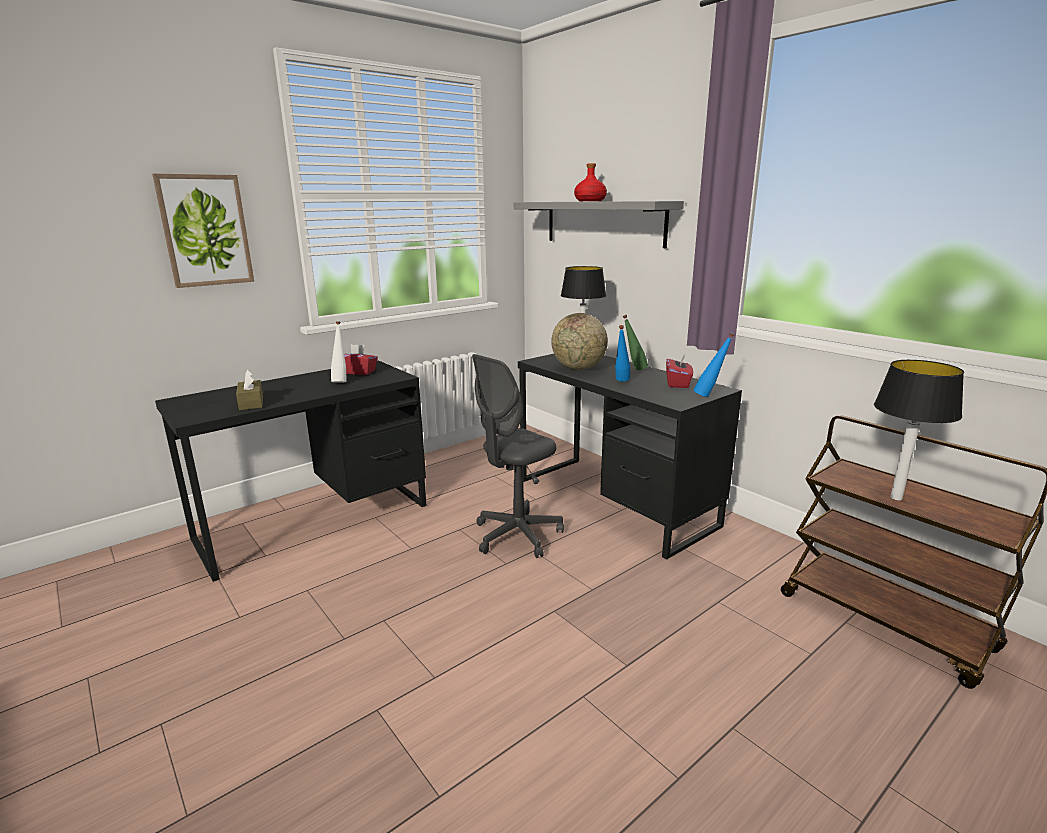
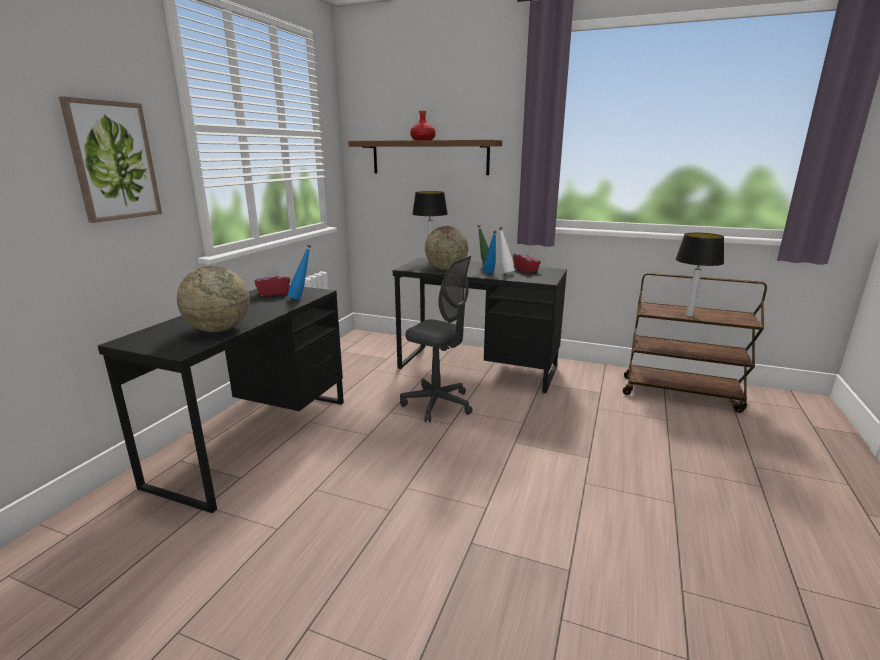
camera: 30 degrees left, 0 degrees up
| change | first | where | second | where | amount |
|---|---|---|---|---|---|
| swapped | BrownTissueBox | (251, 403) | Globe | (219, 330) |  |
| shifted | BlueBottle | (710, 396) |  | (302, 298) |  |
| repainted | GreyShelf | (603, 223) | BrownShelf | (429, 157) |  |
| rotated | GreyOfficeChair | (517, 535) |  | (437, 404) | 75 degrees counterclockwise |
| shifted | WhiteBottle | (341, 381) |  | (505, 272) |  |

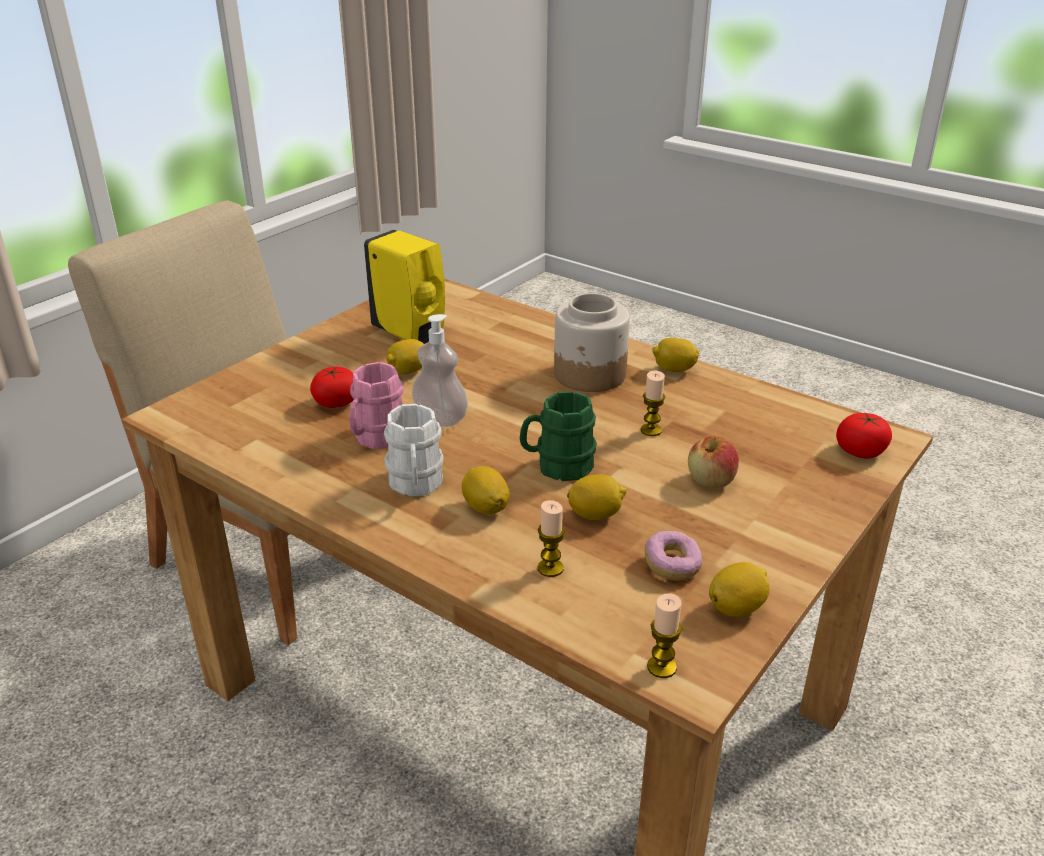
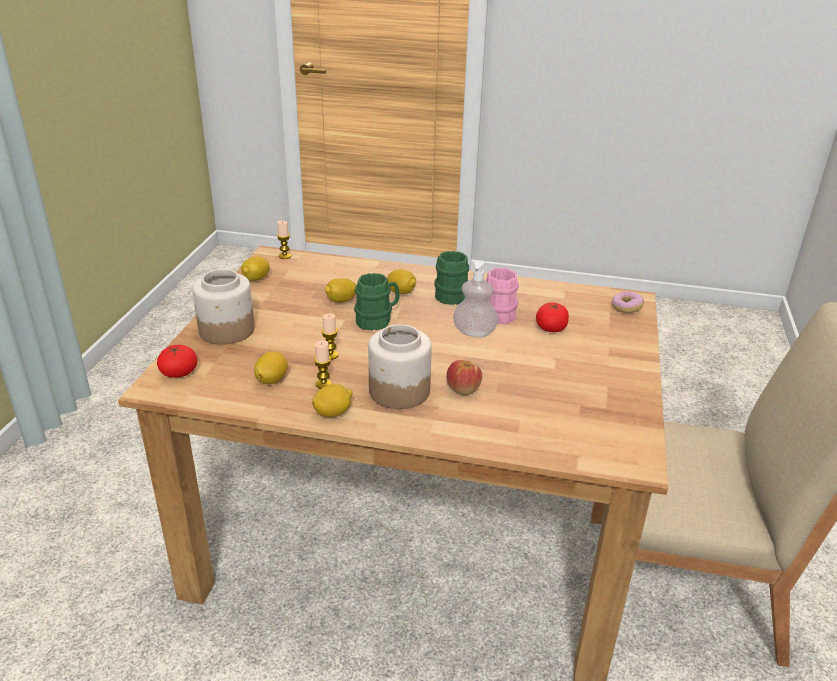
camera: 155 degrees right, 0 degrees up
| change | first | where | second | where | amount |
|---|---|---|---|---|---|
| new |  |  | Jar | (226, 330) |  |
| shifted | Lemon | (408, 371) |  | (272, 379) |  |
| shifted | Candle | (550, 568) |  | (323, 384) |  |
| repainted | WhiteMug | (415, 485) | GreenMug | (448, 294) |  |
| shifted | Apple | (711, 480) |  | (463, 389) |  |
| shifted | Donut | (672, 566) |  | (626, 308) |  |
| gone | YellowSoapDispenser | (410, 333) |  |  |  |

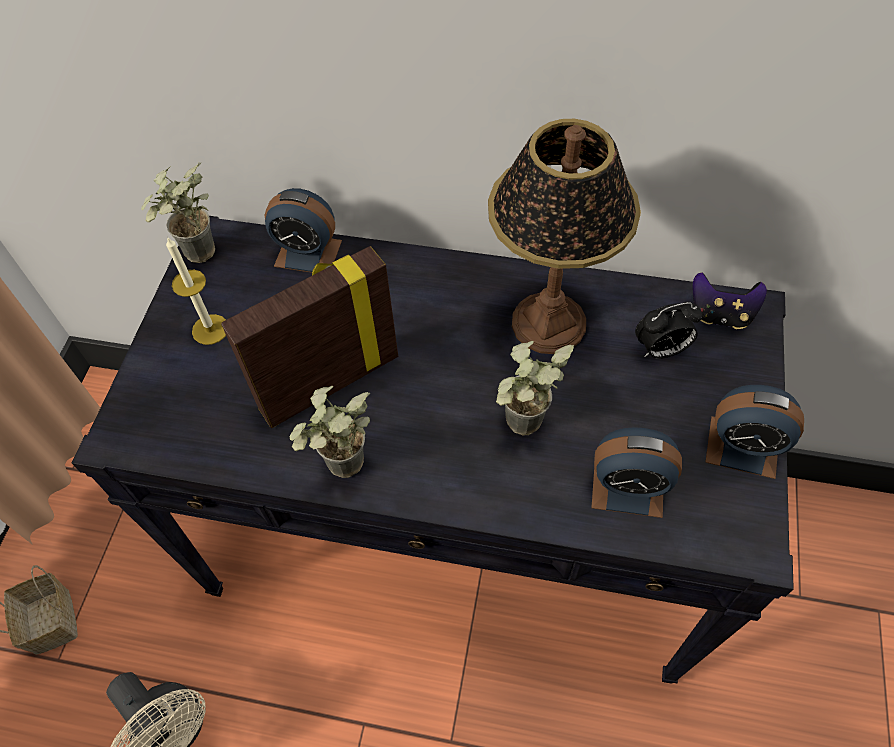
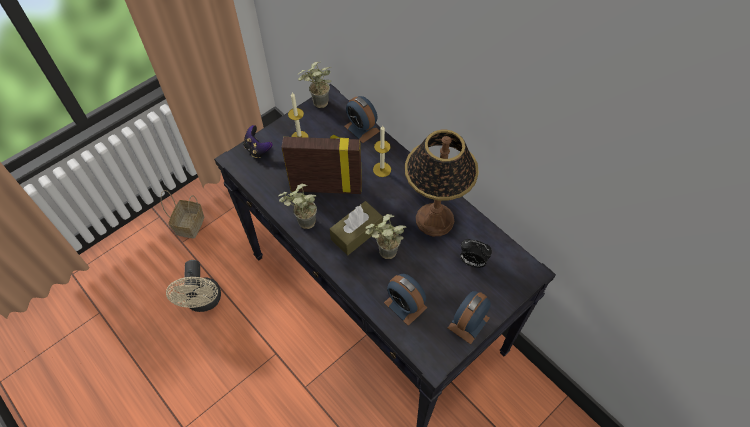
camera: 35 degrees right, 0 degrees up
| change | first | where | second | where | amount |
|---|---|---|---|---|---|
| shifted | GameController | (720, 315) |  | (257, 149) |  |
| new |  |  | BrownTissueBox | (356, 233) |  |
| new |  |  | Candle | (382, 169) |  |
| rotated | AlarmClock | (742, 447) |  | (468, 323) | 75 degrees clockwise |

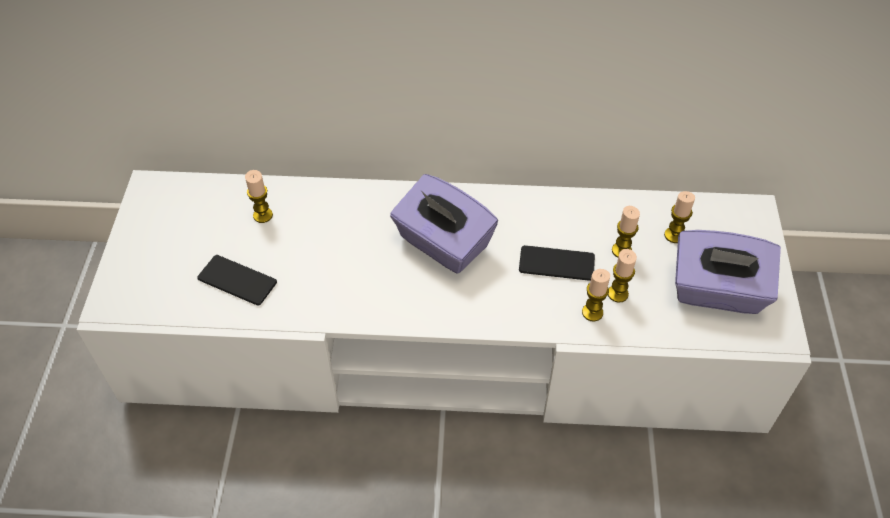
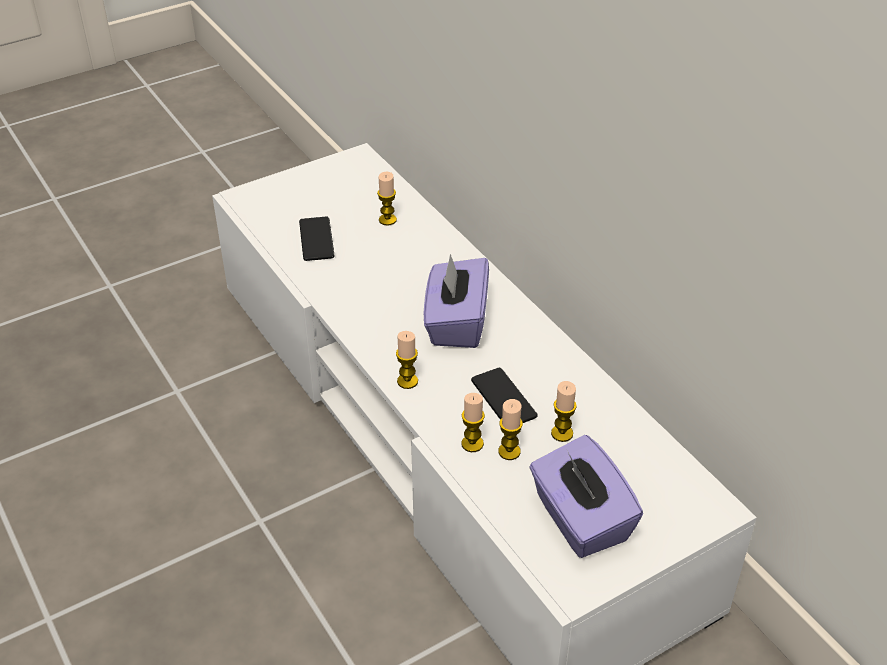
camera: 55 degrees right, 10 degrees down
| change | first | where | second | where | amount |
|---|---|---|---|---|---|
| shifted | Candle | (674, 235) |  | (407, 381) |  |

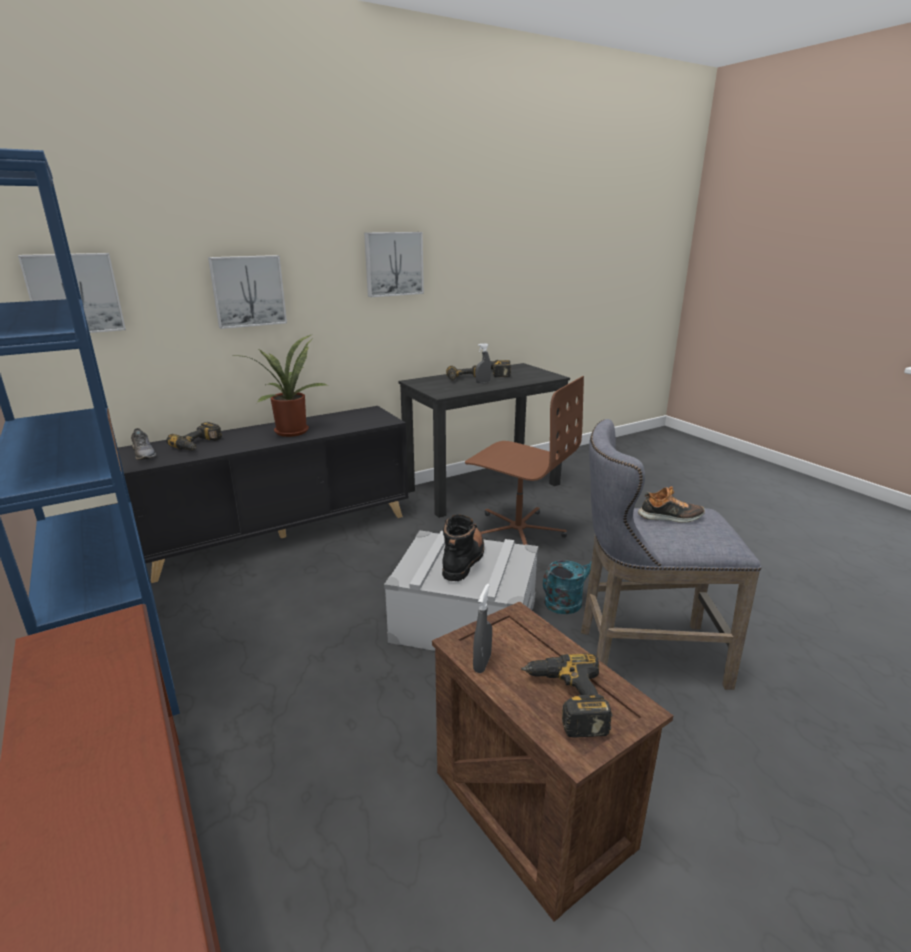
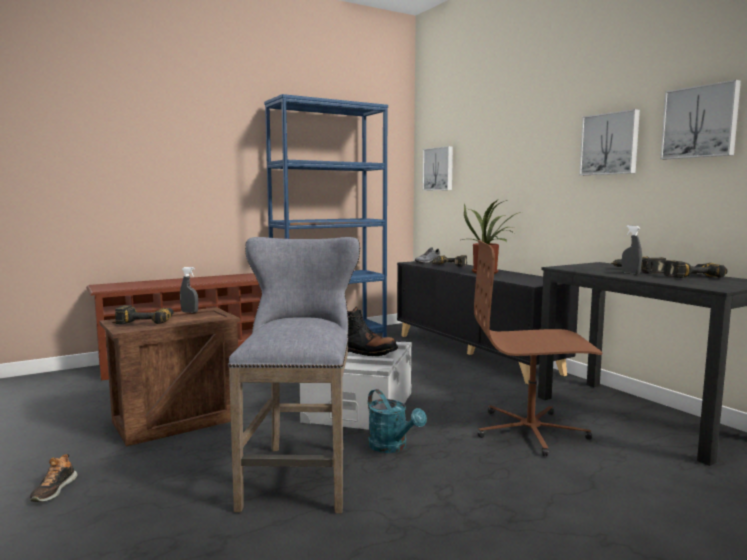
camera: 90 degrees right, 15 degrees down
| change | first | where | second | where | amount |
|---|---|---|---|---|---|
| shifted | Shoe | (670, 517) |  | (53, 490) |  |
| rotated | BrownOfficeChair | (518, 531) |  | (531, 431) | 60 degrees clockwise |
| shifted | Picture | (248, 291) |  | (700, 122) |  |

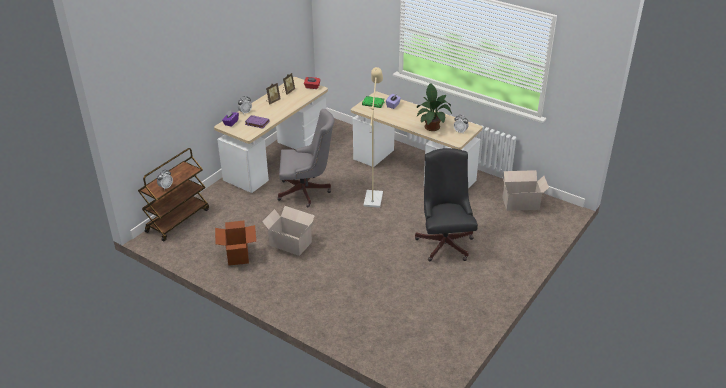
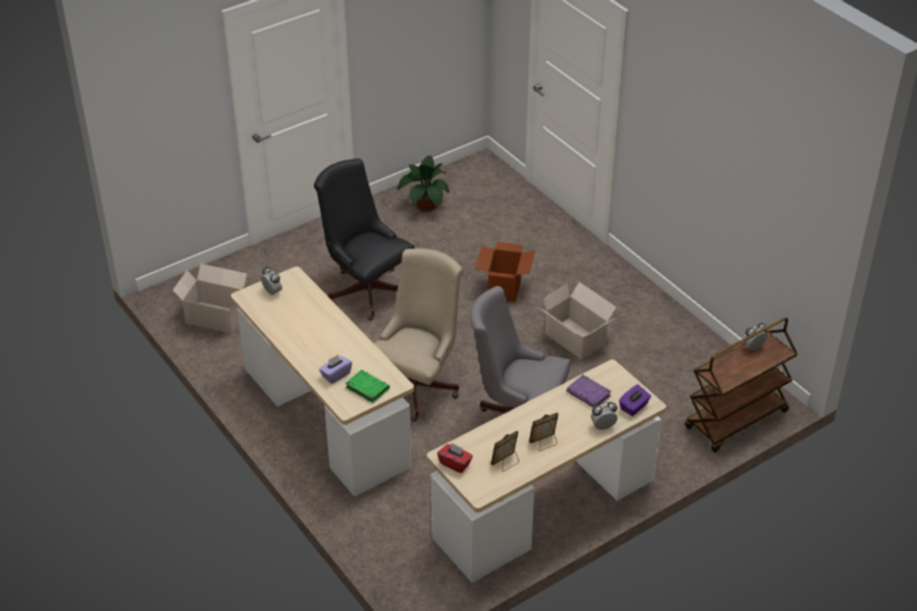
camera: 160 degrees left, 5 degrees up
| change | first | where | second | where | amount |
|---|---|---|---|---|---|
| rotated | BlackOfficeChair | (445, 242) |  | (365, 289) | 120 degrees clockwise |
| swapped | BeigeFloorLamp | (373, 196) | BeigeOfficeChair | (418, 385) |  |
| shifted | PottedPlant | (432, 126) |  | (425, 206) |  |
| shifted | CardboardBox | (238, 256) |  | (504, 289) |  |

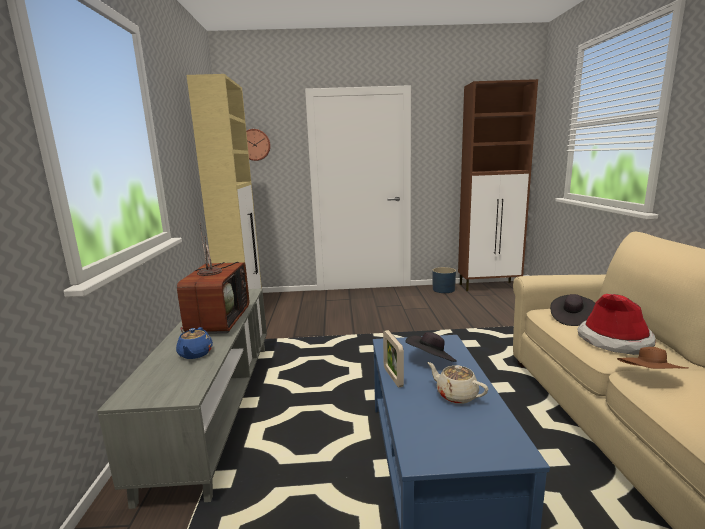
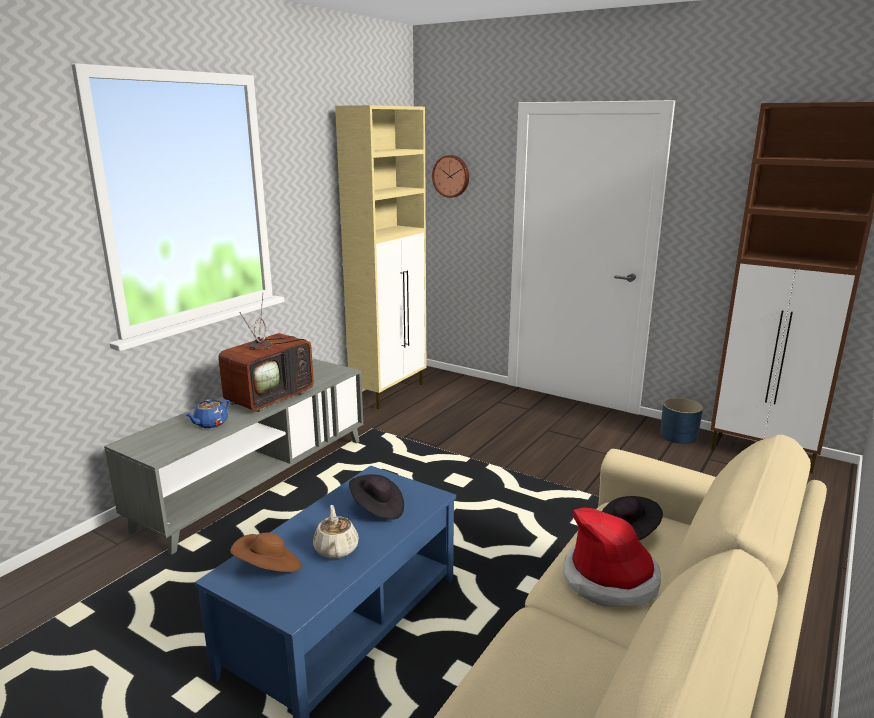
camera: 35 degrees right, 5 degrees up
| change | first | where | second | where | amount |
|---|---|---|---|---|---|
| shifted | BrownHat | (649, 378) |  | (269, 569) |  |
| gone | PictureFrame | (393, 377) |  |  |  |

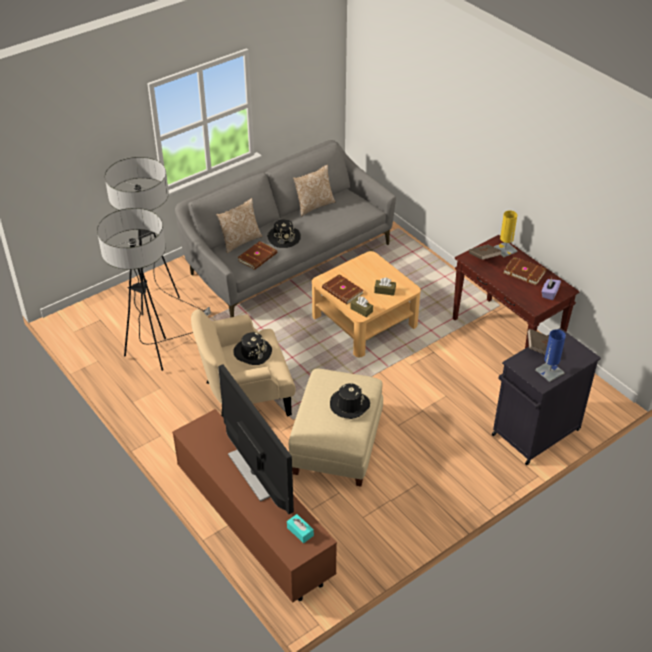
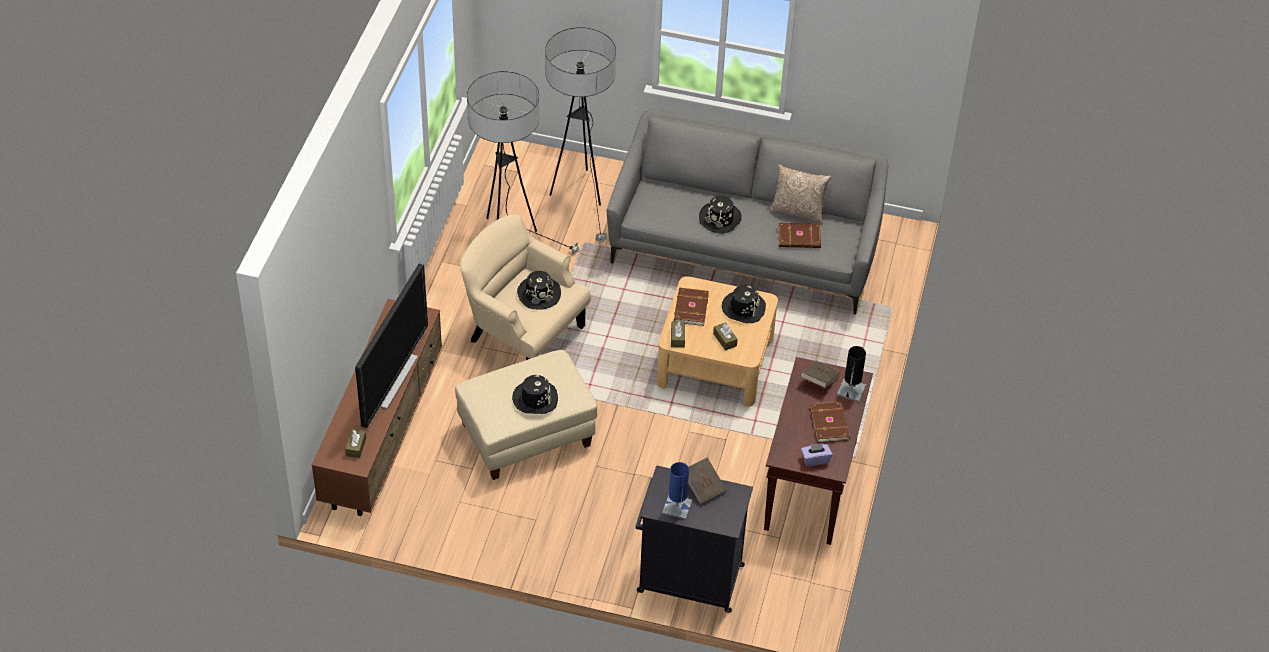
camera: 50 degrees right, 5 degrees up
| change | first | where | second | where | amount |
|---|---|---|---|---|---|
| repainted | TurquoiseTissueBox | (300, 531) | BrownTissueBox | (356, 447) |  |
| new |  |  | BlackHat | (743, 308) |  |
| shifted | BrownBook | (258, 257) |  | (799, 238) |  |
| repainted | YellowTableLamp | (505, 250) | BlackTableLamp | (851, 390) |  |
| gone | Pillow | (240, 241) |  |  |  |

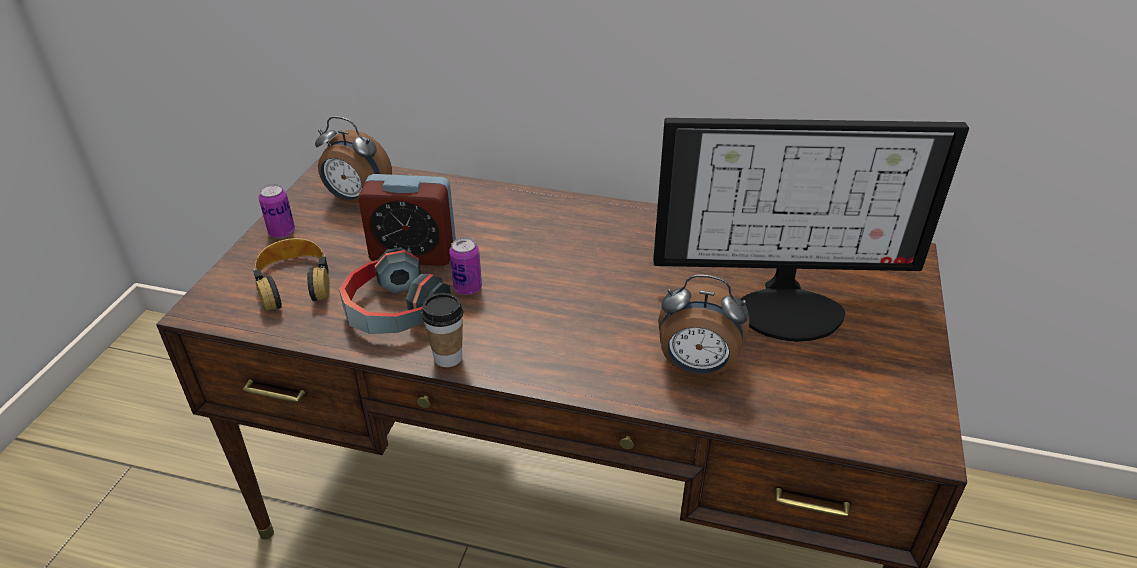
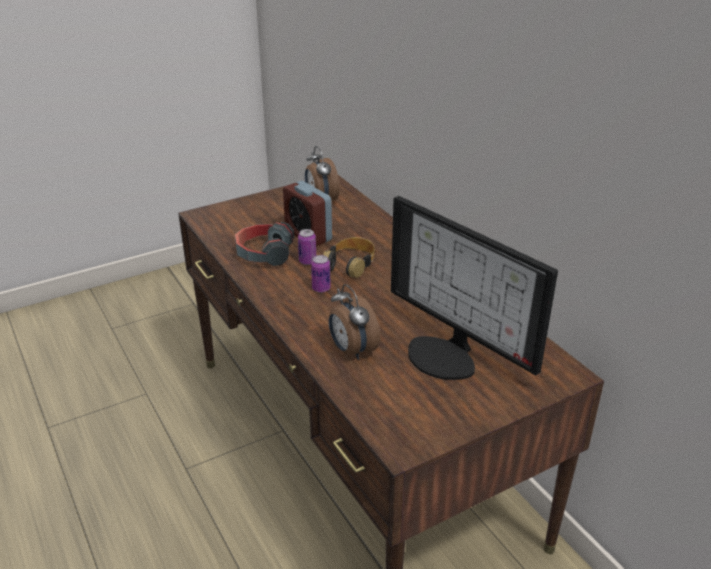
camera: 45 degrees right, 5 degrees down
| change | first | where | second | where | amount |
|---|---|---|---|---|---|
| shifted | Can | (282, 232) |  | (321, 288) |  |
| shifted | Headphones | (294, 283) |  | (350, 263) |  |
| gone | Cup | (448, 357) |  |  |  |

